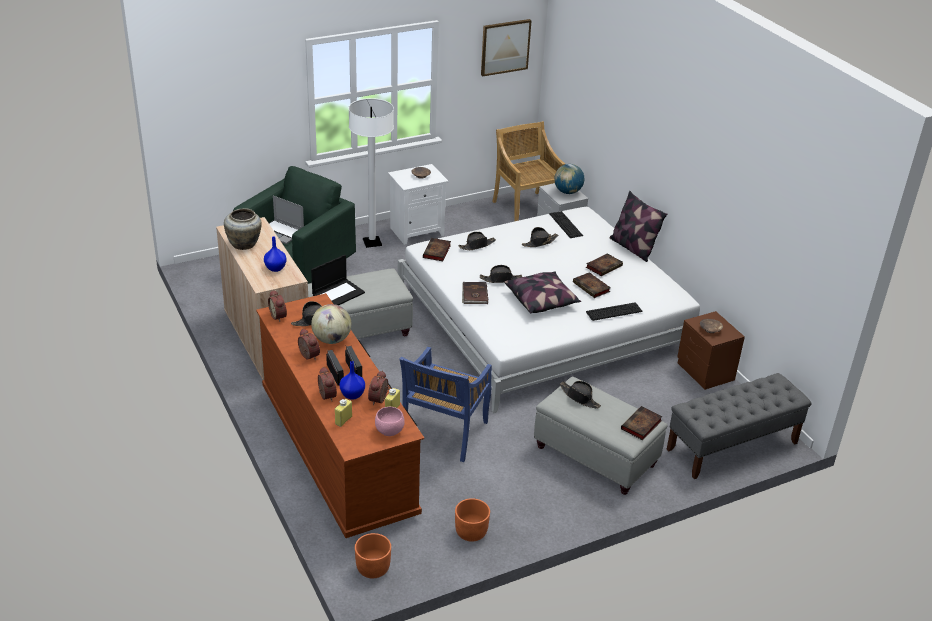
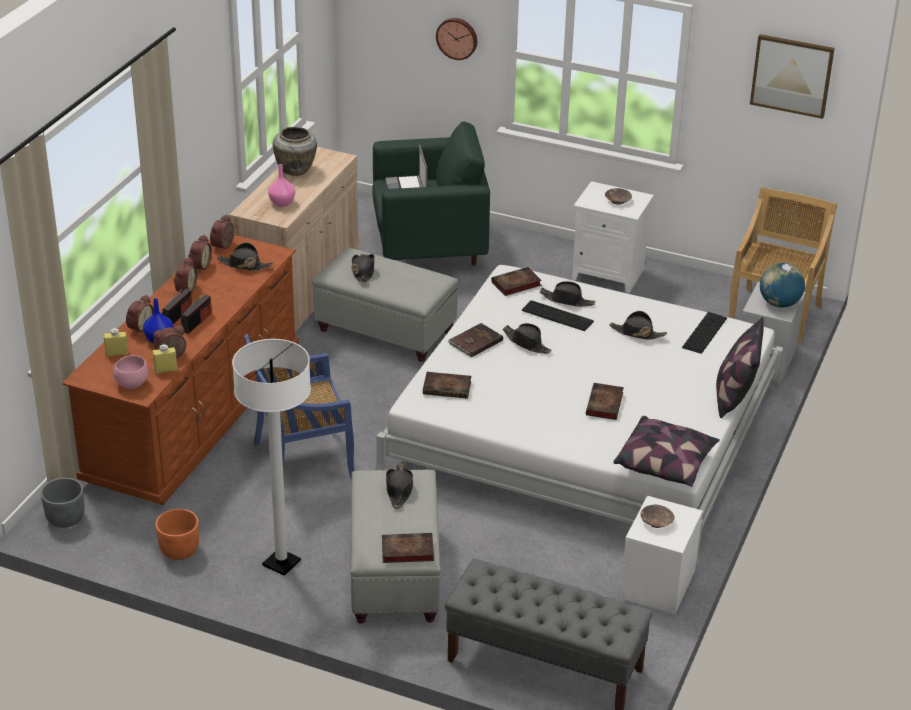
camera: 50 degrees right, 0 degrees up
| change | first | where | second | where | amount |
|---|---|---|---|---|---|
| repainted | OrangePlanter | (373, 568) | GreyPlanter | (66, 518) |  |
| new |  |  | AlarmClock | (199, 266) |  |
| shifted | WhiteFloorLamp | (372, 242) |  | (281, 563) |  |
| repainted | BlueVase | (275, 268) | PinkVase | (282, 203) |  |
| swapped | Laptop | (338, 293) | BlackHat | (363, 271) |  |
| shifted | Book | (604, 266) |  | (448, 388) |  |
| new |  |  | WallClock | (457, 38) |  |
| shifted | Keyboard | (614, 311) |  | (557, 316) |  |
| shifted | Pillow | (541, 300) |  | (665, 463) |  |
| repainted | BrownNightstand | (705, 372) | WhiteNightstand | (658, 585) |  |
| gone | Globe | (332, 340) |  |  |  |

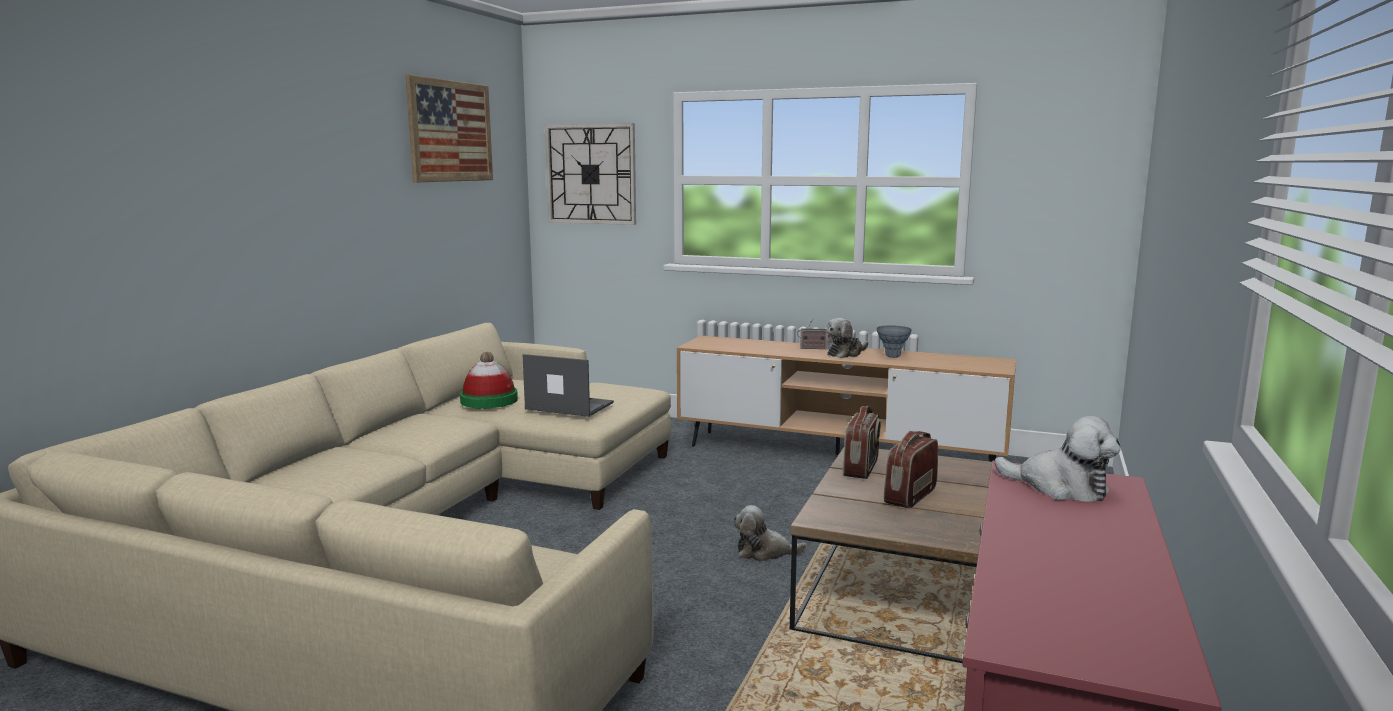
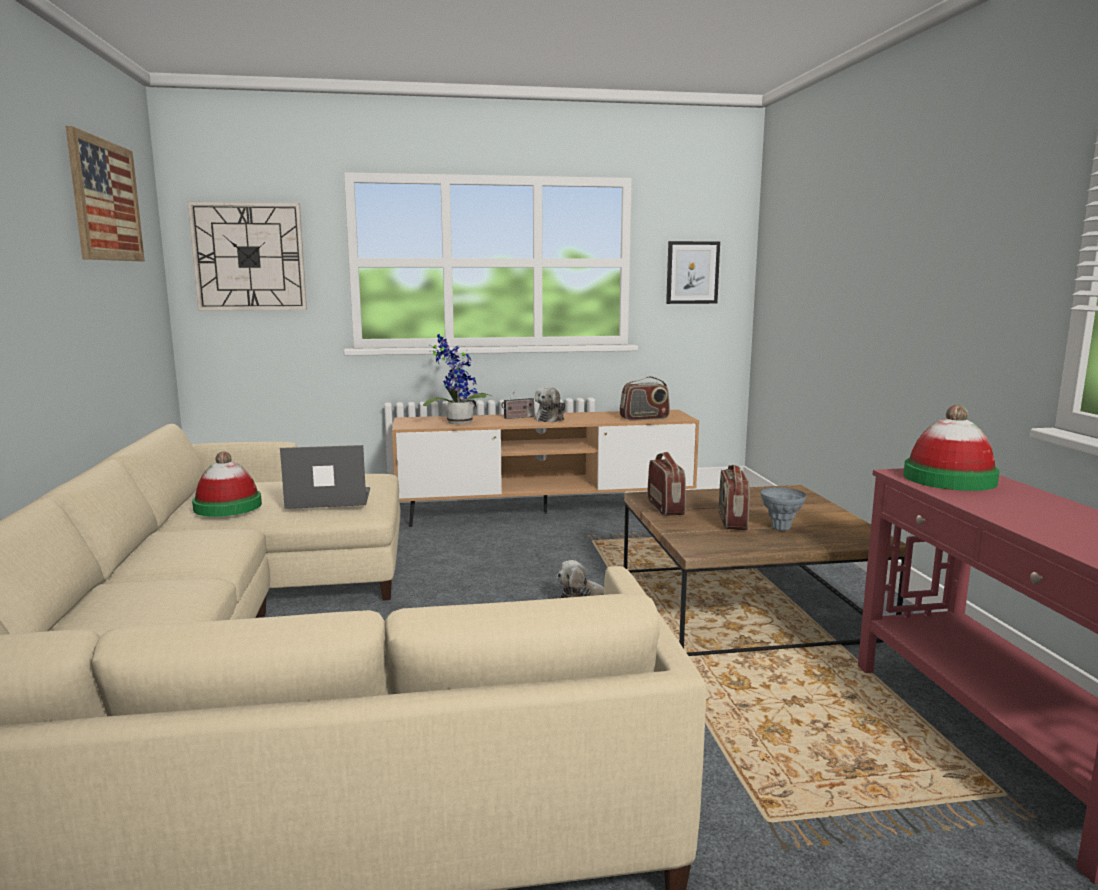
camera: 30 degrees left, 0 degrees up
| change | first | where | second | where | amount |
|---|---|---|---|---|---|
| new |  |  | PottedPlant | (457, 422) |  |
| new |  |  | Radio | (644, 418) |  |
| new |  |  | Picture | (692, 272) |  |
| shifted | GreyVase | (892, 356) |  | (780, 528) |  |
| swapped | PlushToy | (1060, 487) | Hat | (949, 479) |  |

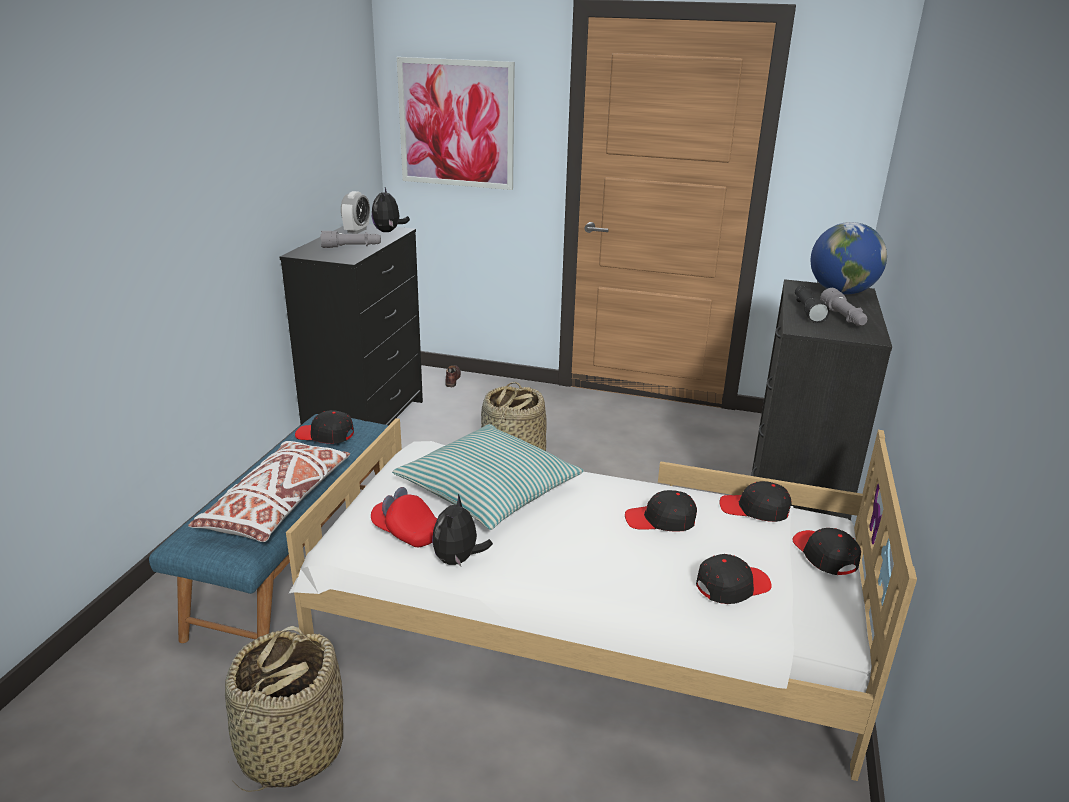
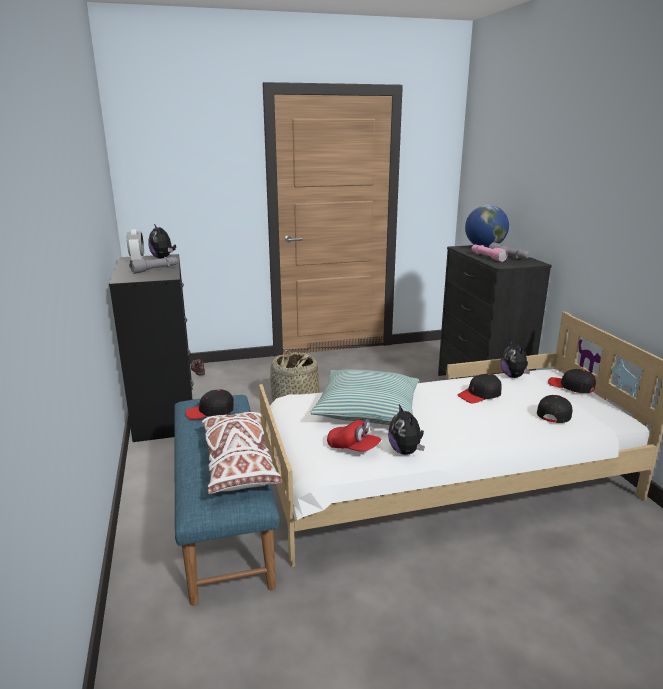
camera: 30 degrees left, 5 degrees down
| change | first | where | second | where | amount |
|---|---|---|---|---|---|
| rotated | RedCap | (406, 532) |  | (353, 448) | 150 degrees counterclockwise |
| repainted | BlackFlashlight | (807, 310) | PinkFlashlight | (487, 257) |  |
| swapped | BlackCap | (754, 509) | PlushToy | (513, 376) |  |
| gone | Basket | (290, 749) |  |  |  |
| gone | Picture | (456, 124) |  |  |  |

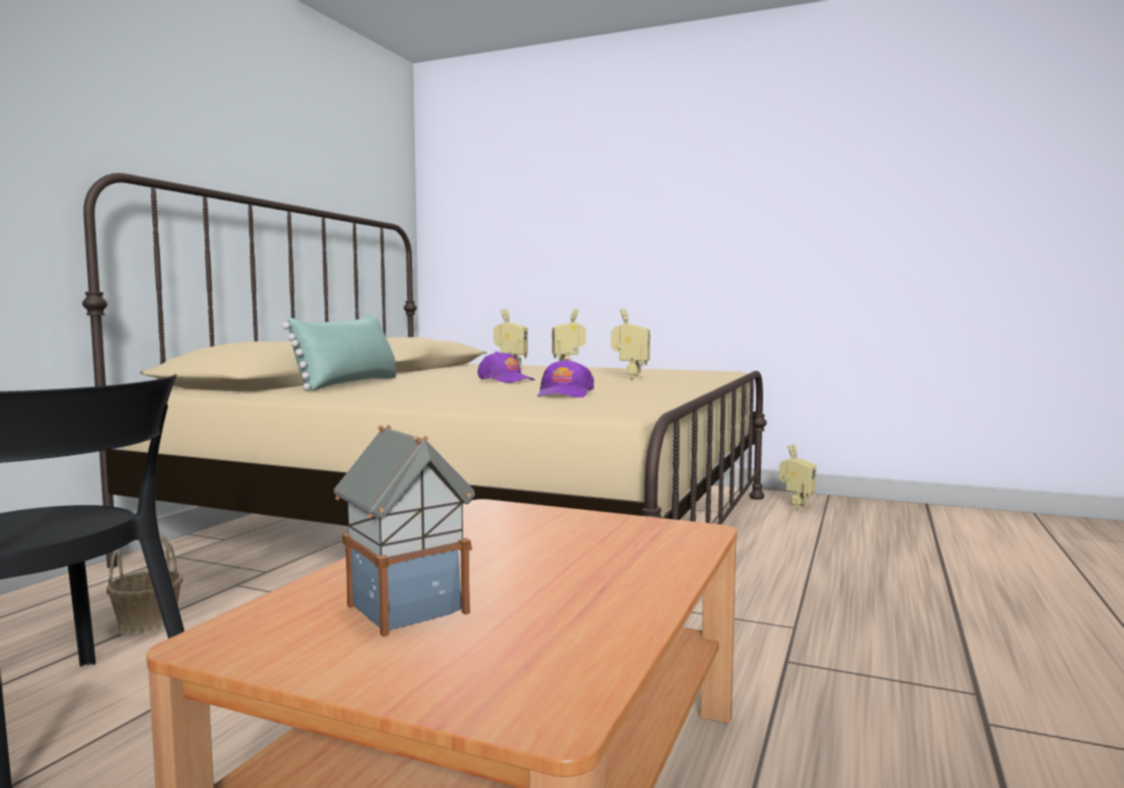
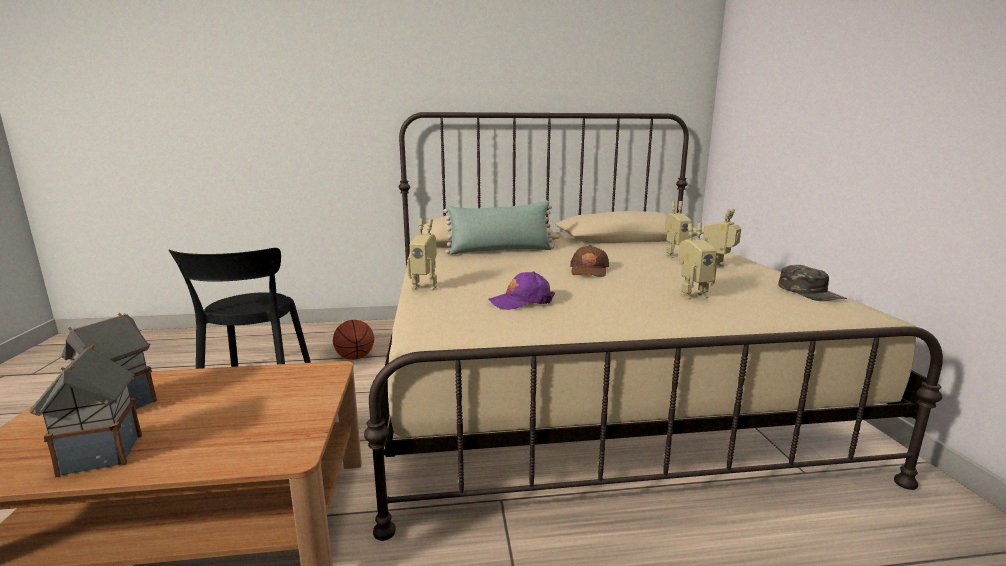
camera: 60 degrees right, 10 degrees up
| change | first | where | second | where | amount |
|---|---|---|---|---|---|
| new |  |  | ToyHouse | (101, 456) |  |
| swapped | Basket | (147, 623) | Basketball | (355, 357) |  |
| shifted | ToyRobot | (796, 506) |  | (425, 287) |  |
| repainted | PurpleCap | (505, 380) | BrownCap | (589, 270) |  |
| new |  |  | GreenCap | (810, 292) |  |

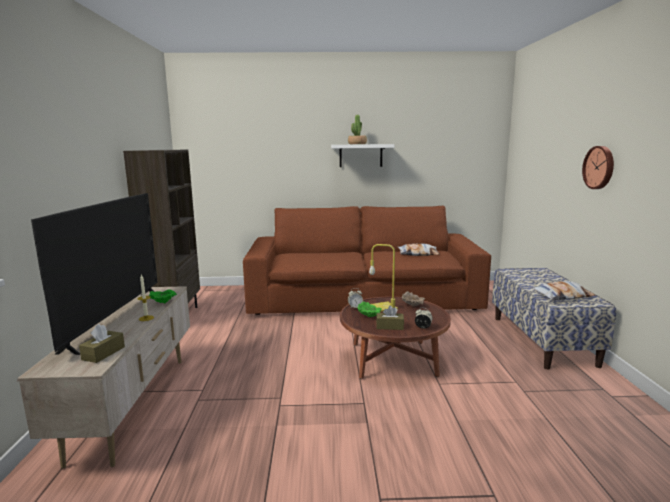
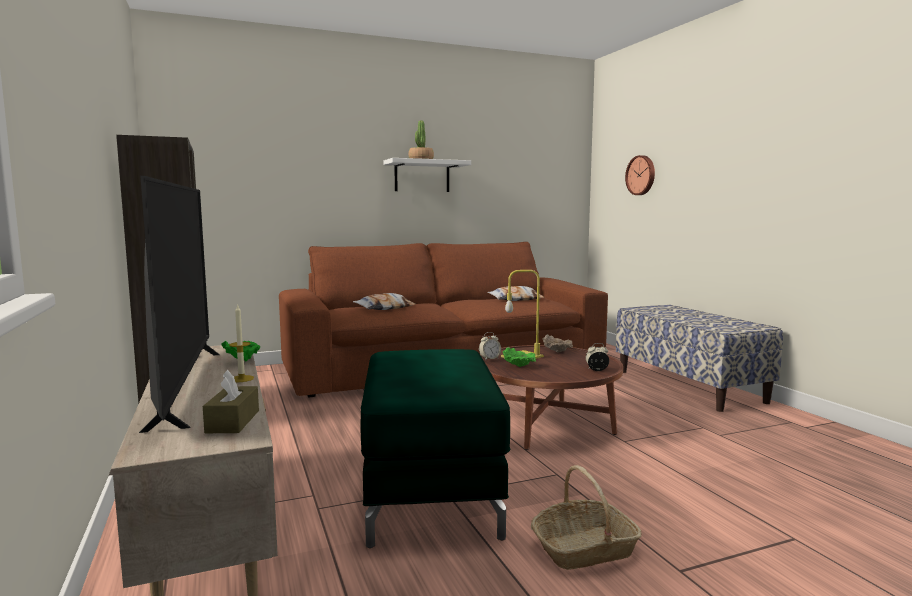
camera: 20 degrees left, 5 degrees down
| change | first | where | second | where | amount |
|---|---|---|---|---|---|
| shifted | Pillow | (562, 296) |  | (385, 308) |  |
| new |  |  | GreenOttoman | (431, 488) |  |
| new |  |  | Basket | (584, 549) |  |
| shifted | WallClock | (599, 167) |  | (641, 175) |  |
| gone | BrownTissueBox | (389, 326) |  |  |  |

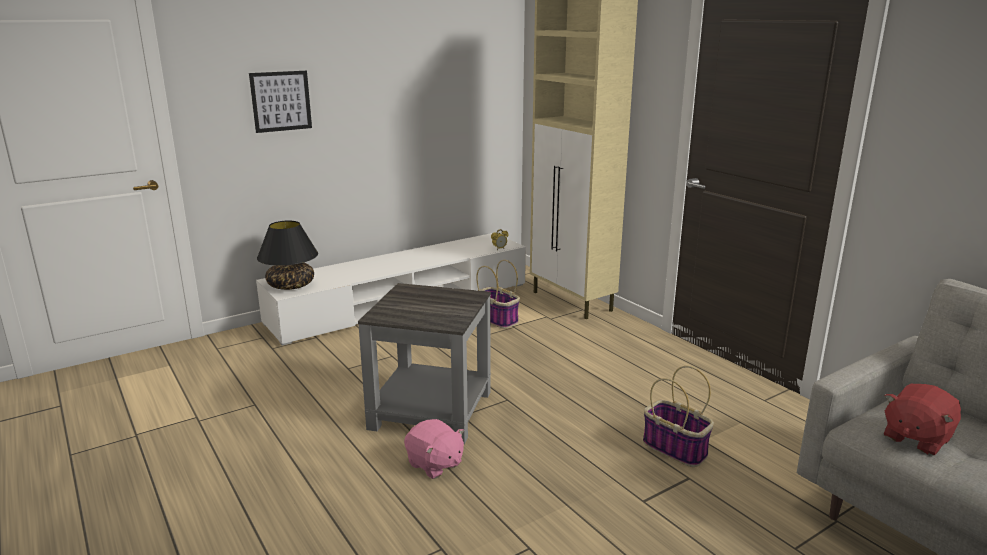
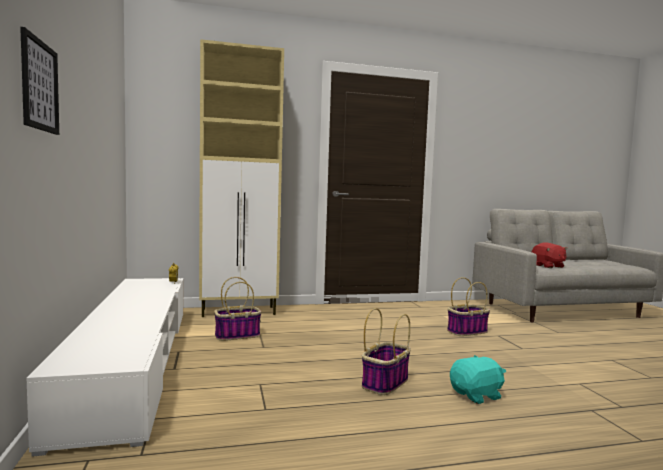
camera: 70 degrees left, 15 degrees down
| change | first | where | second | where | amount |
|---|---|---|---|---|---|
| swapped | GreySideTable | (433, 409) | Basket | (385, 383) |  |
| repainted | PinkPlushToy | (434, 464) | TurquoisePlushToy | (476, 395) |  |
| gone | BlackTableLamp | (291, 285) |  |  |  |

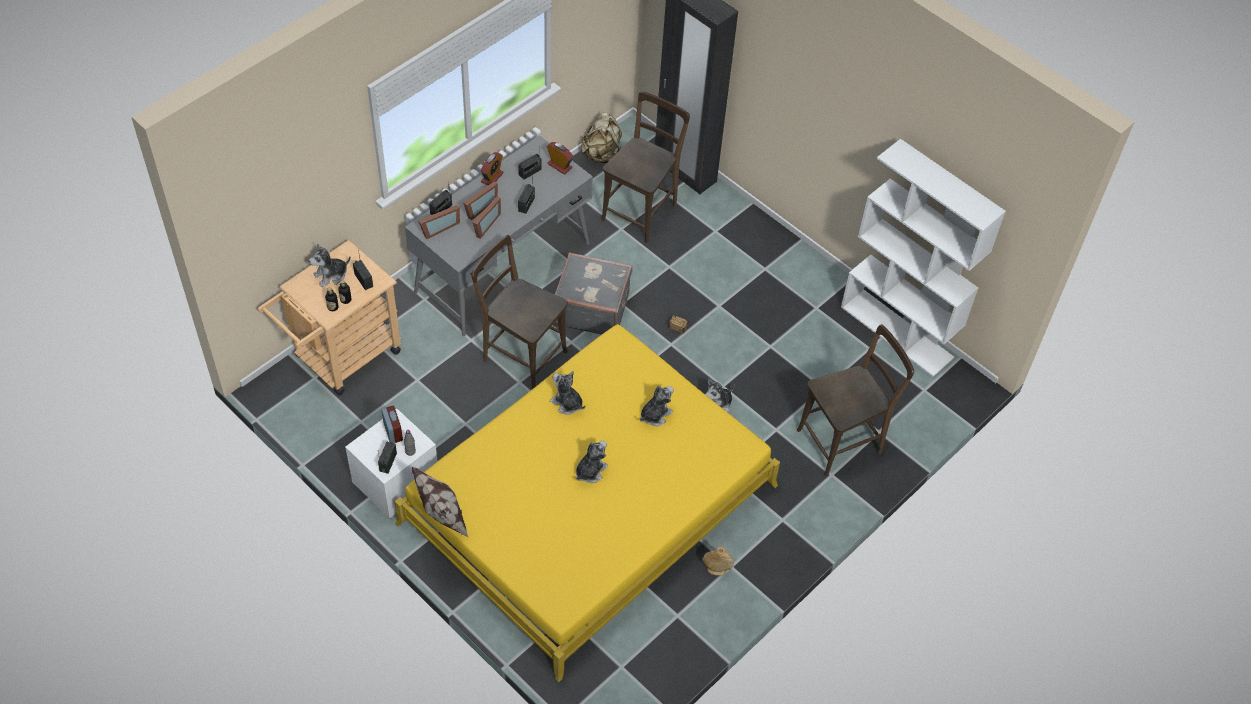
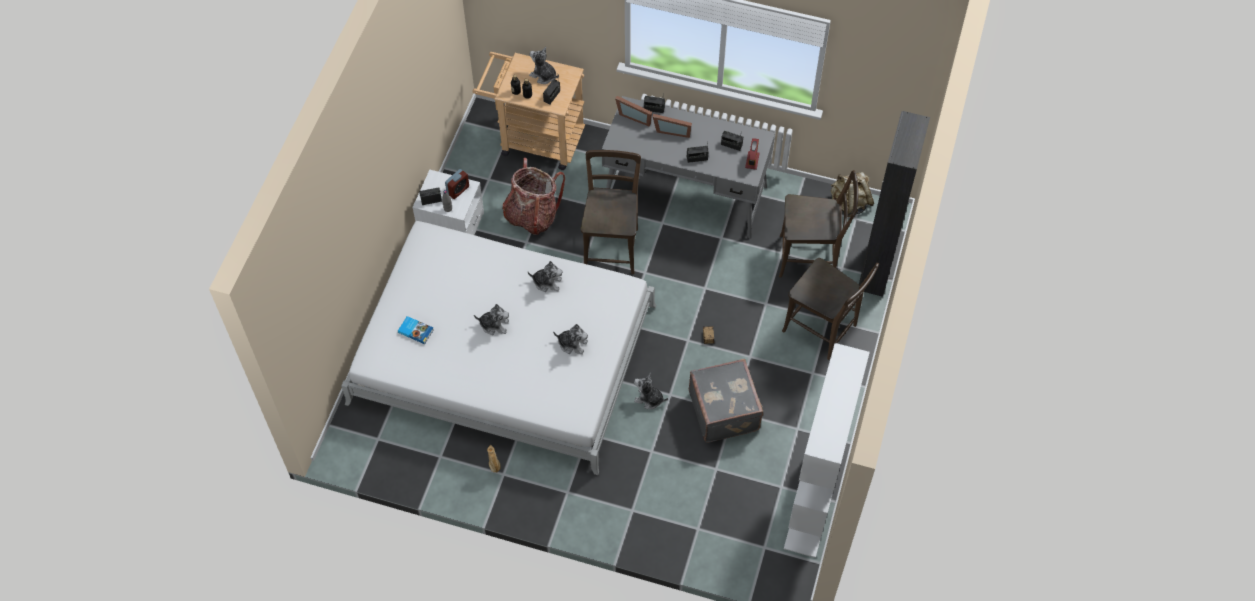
camera: 65 degrees right, 5 degrees up
| change | first | where | second | where | amount |
|---|---|---|---|---|---|
| repainted | YellowBed | (589, 504) | WhiteBed | (503, 354) |  |
| new |  |  | Book | (416, 330) |  |
| new |  |  | Backpack | (532, 215) |  |
| rotated | PlushToy | (567, 403) |  | (547, 282) | 90 degrees clockwise |
| shifted | GreySuitcase | (591, 308) |  | (725, 410) |  |
| shifted | BrownChair | (843, 440) |  | (823, 330) |  |
| gone | Pillow | (442, 518) |  |  |  |
| gone | PictureFrame | (484, 225) |  |  |  |
| gone | AlarmClock | (492, 177) |  |  |  |

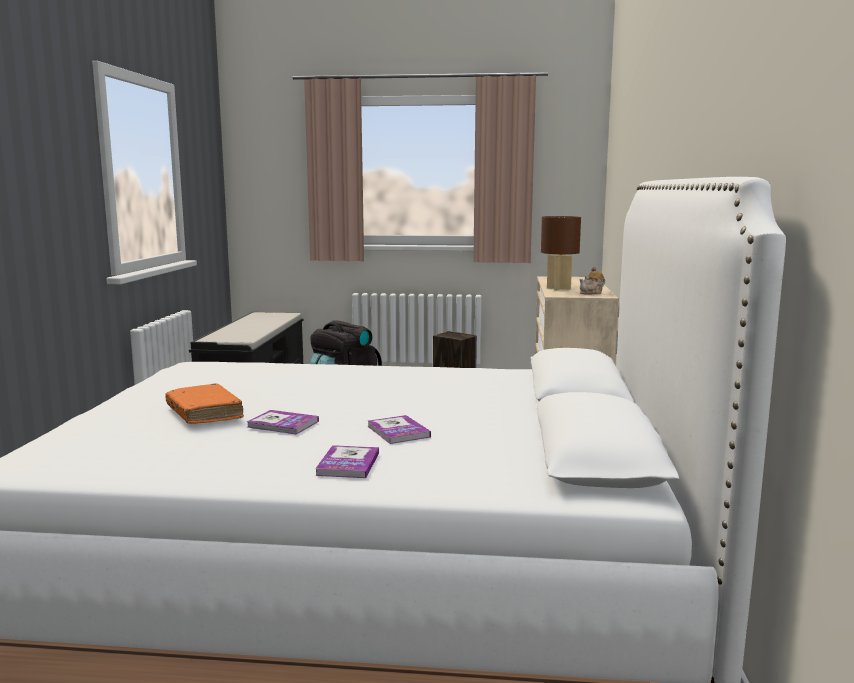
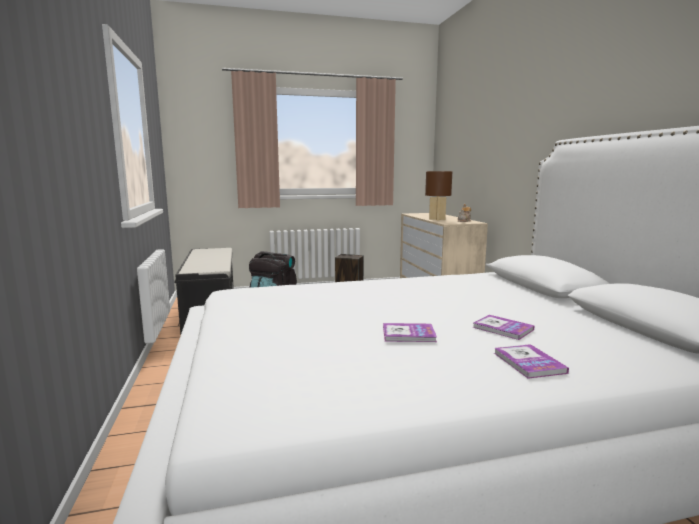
camera: 20 degrees left, 0 degrees up
| change | first | where | second | where | amount |
|---|---|---|---|---|---|
| gone | OrangeBook | (204, 413) |  |  |  |

